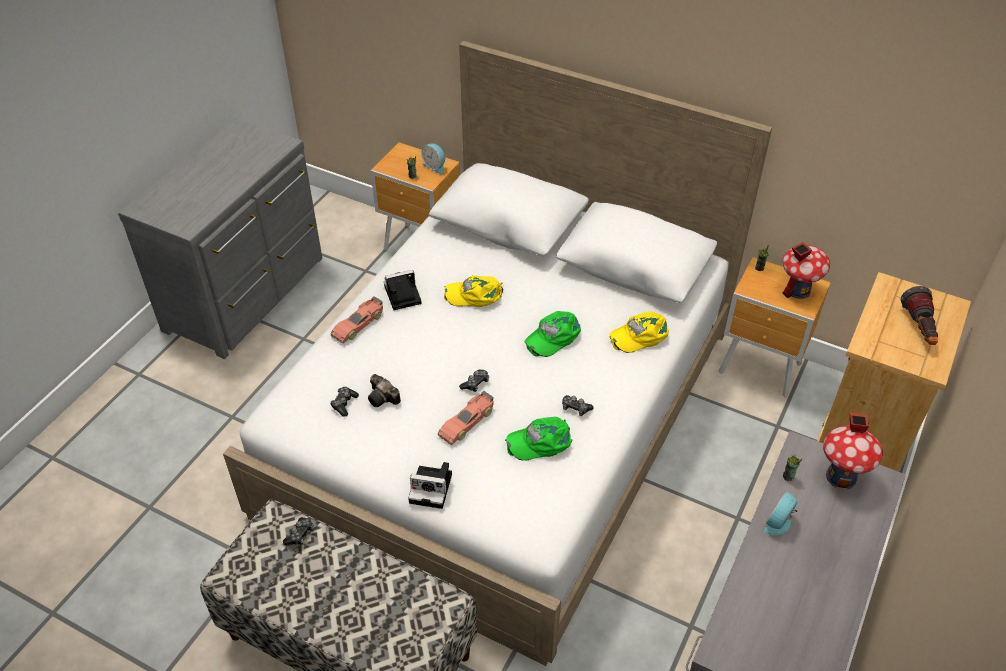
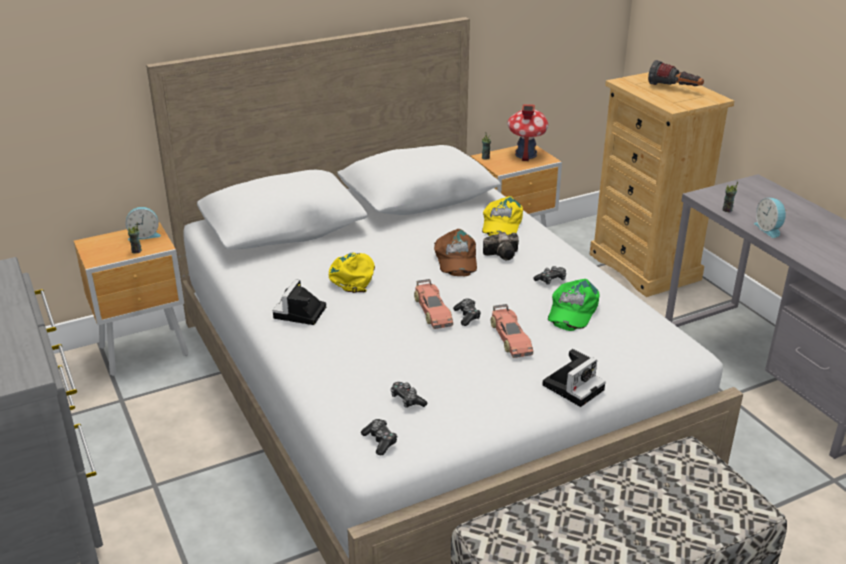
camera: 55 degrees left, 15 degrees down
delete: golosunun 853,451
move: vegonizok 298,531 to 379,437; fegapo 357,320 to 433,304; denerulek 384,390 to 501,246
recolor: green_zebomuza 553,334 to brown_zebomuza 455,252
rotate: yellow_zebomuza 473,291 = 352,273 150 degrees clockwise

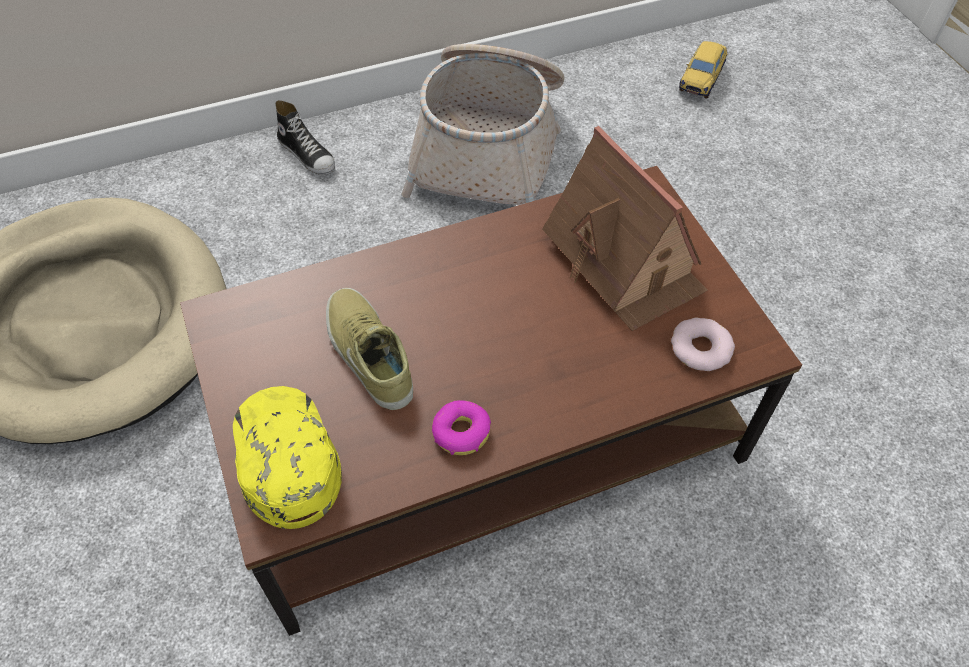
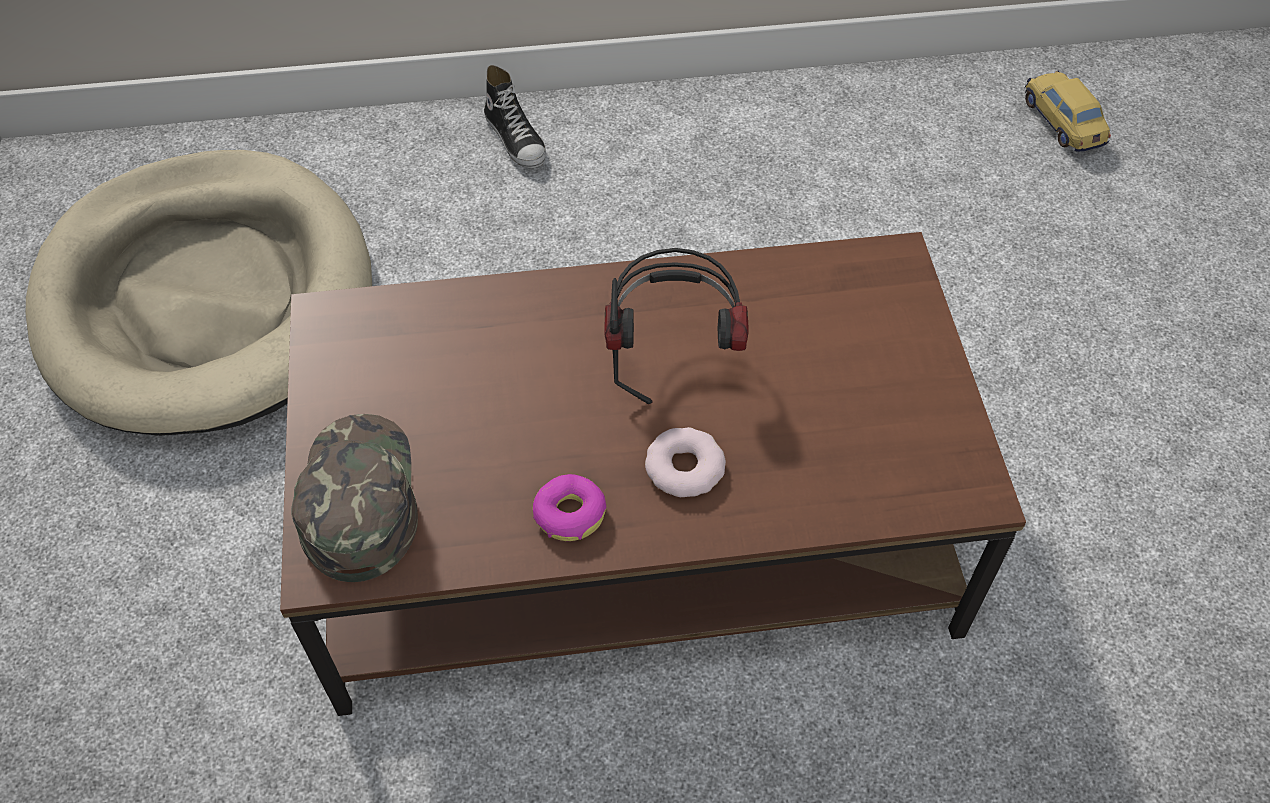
camera: 15 degrees right, 0 degrees up
delete: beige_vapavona 369,349; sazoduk 483,124; golosunun 625,228
insert: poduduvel 676,326
move: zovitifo 703,344 to 685,462
recolor: yellow_zebomuza 287,457 to green_zebomuza 354,498
rotate: fegapo 703,69 = 1067,111 120 degrees clockwise

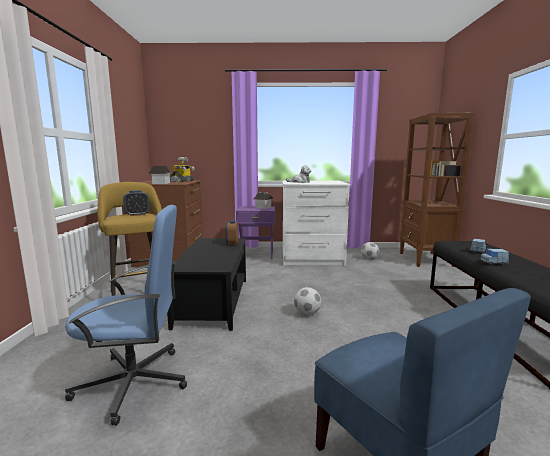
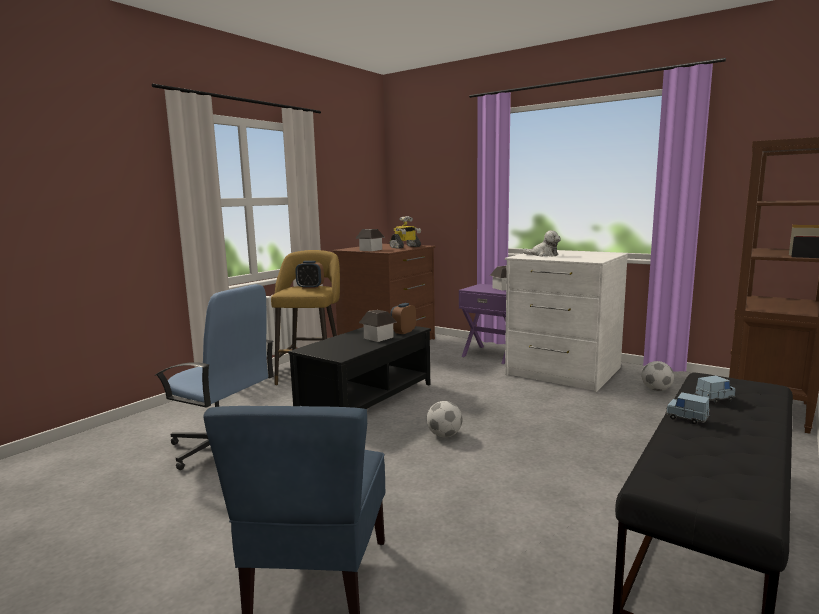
camera: 35 degrees right, 0 degrees up
insert: golosunun 378,326

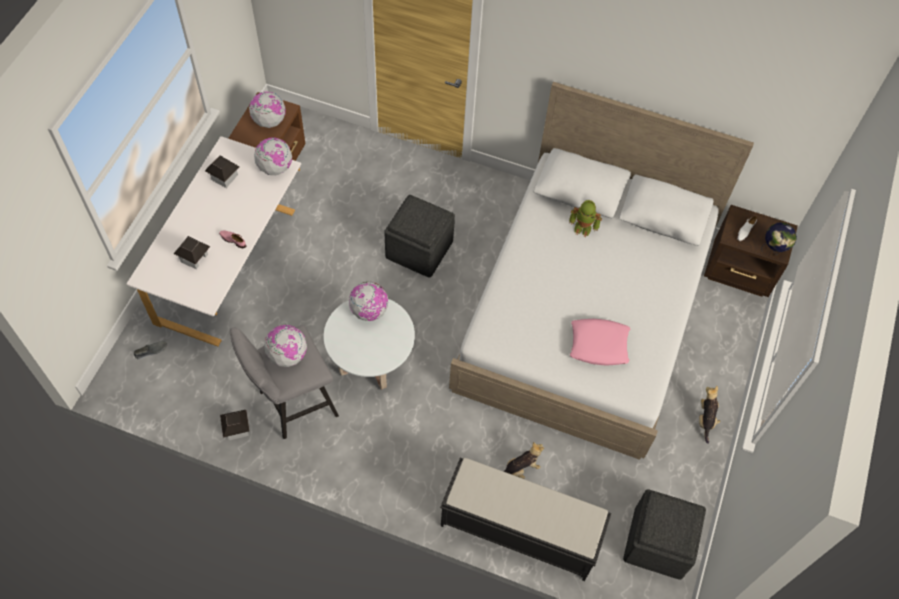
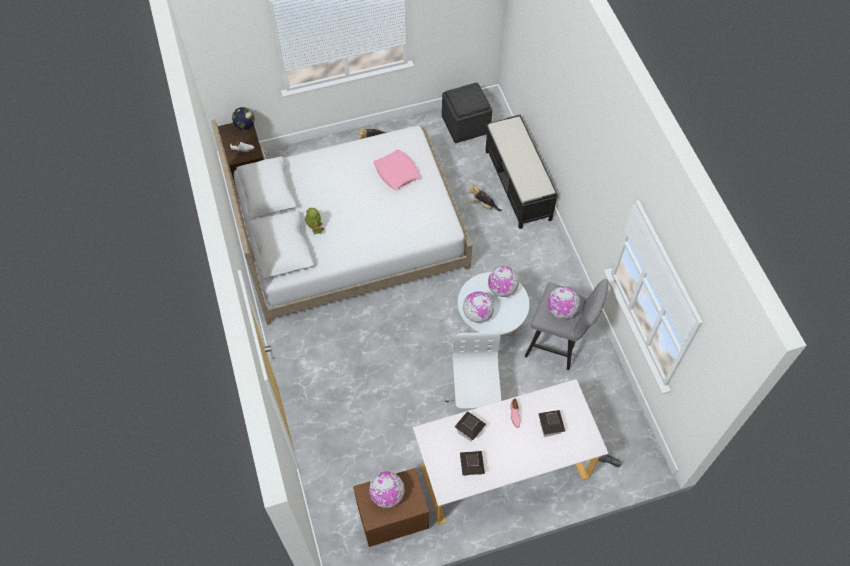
camera: 125 degrees left, 0 degrees up
delete: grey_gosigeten 419,236
insert: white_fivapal 473,371
move: golosunun 235,424 to 470,426; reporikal 273,156 to 503,281

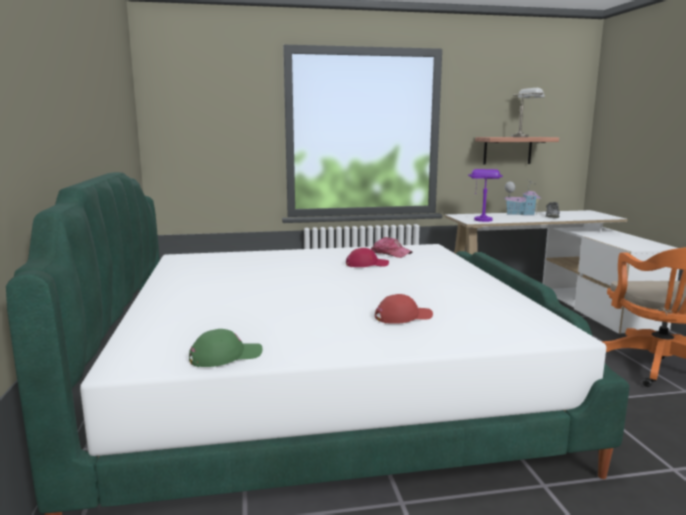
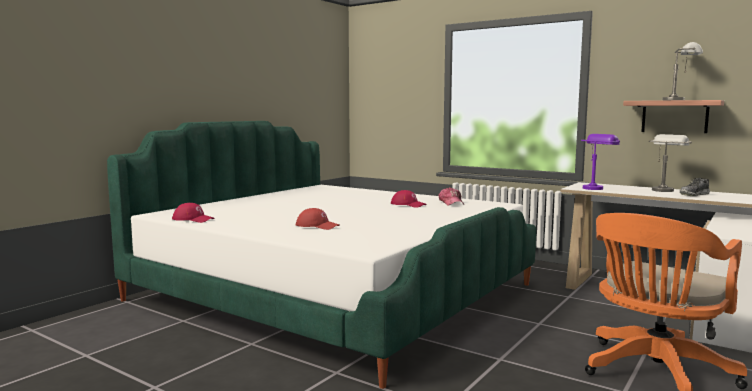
camera: 45 degrees right, 5 degrees down
replace: golosunun 522,197 to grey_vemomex 670,163
recolor: green_zebomuza 226,348 to red_zebomuza 193,213

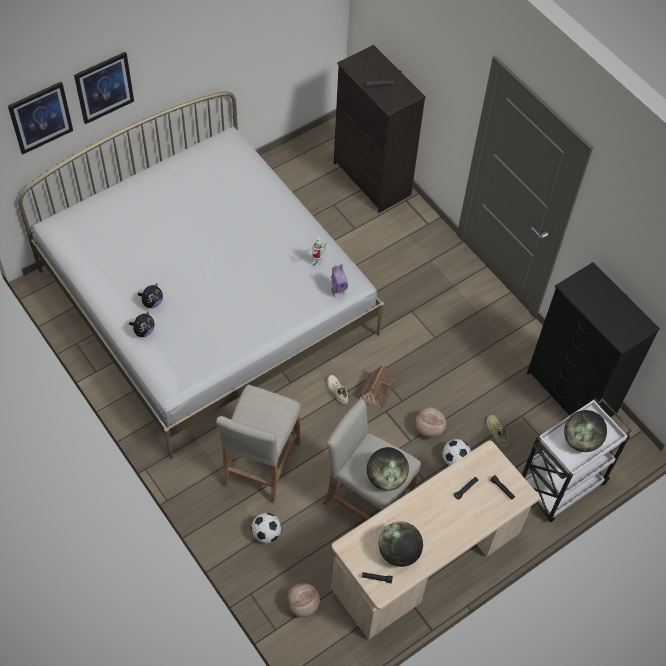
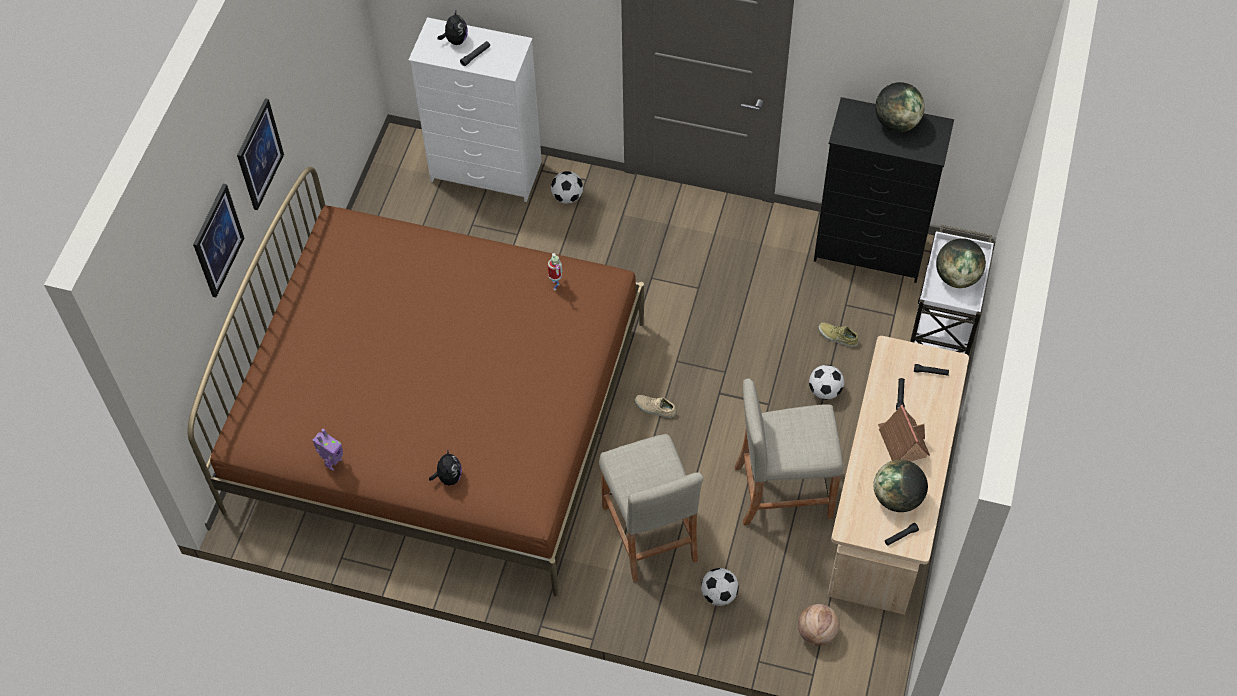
camera: 35 degrees left, 0 degrees up
delete: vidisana 430,422
insert: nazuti 567,187
move: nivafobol 40,118 to 260,154; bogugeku 150,295 to 452,28; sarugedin 339,280 to 328,450; golosunun 375,386 to 904,433; reporikal 388,469 to 900,107
recolor: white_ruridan 201,275 to brown_ruridan 415,381; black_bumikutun 380,129 to white_bumikutun 475,109

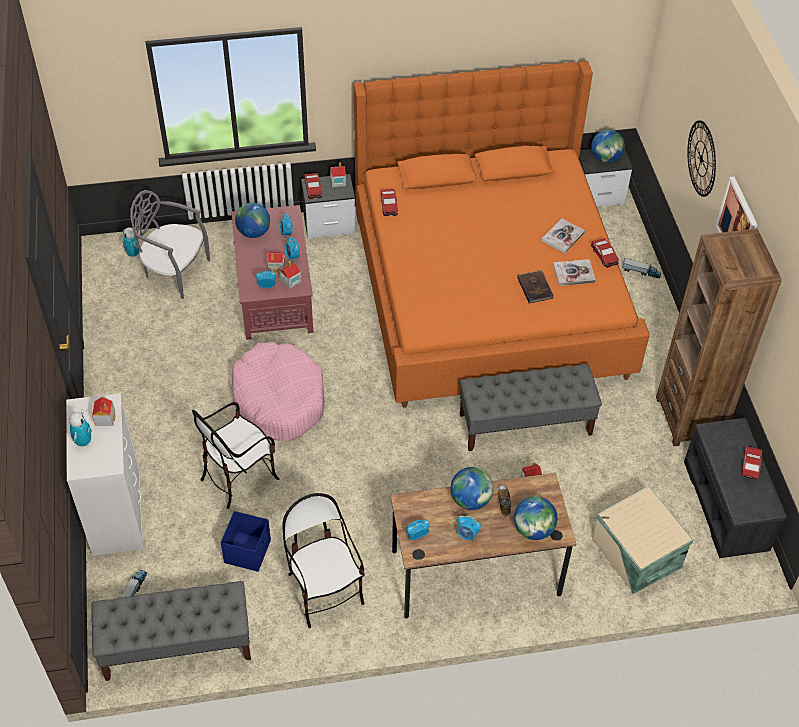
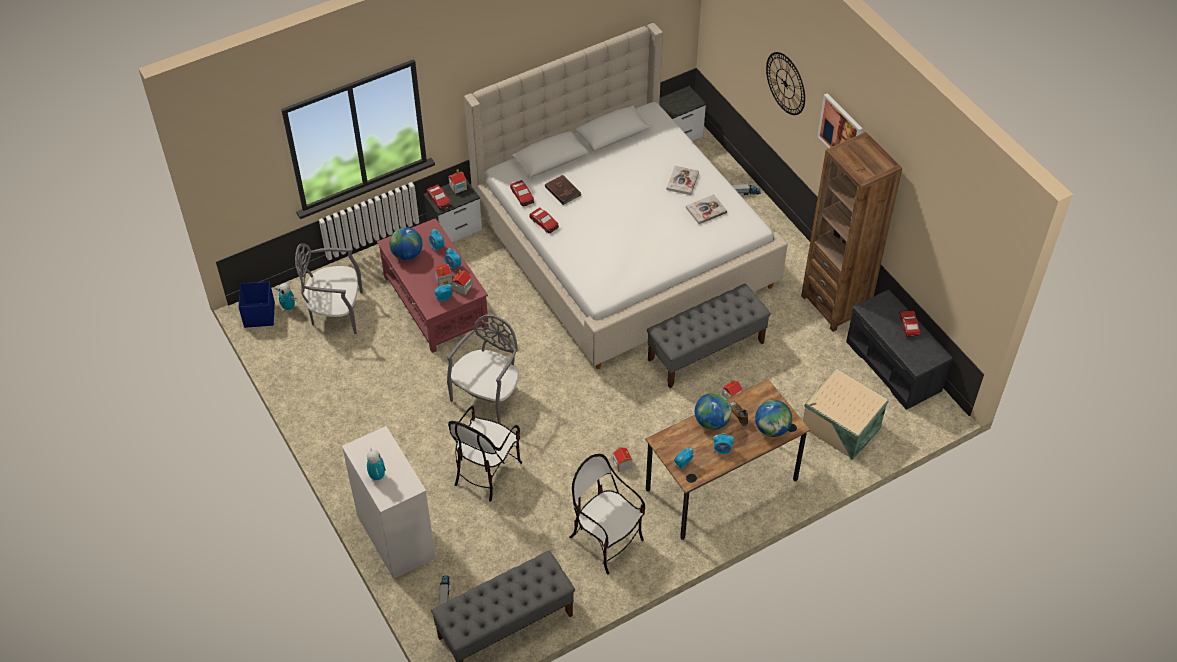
camera: 20 degrees left, 0 degrees up
delete: reporikal 608,146
move: golosunun 104,411 to 622,459; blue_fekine 246,541 to 257,305; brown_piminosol 535,286 to 563,190; fegapo 605,253 to 544,220
replace: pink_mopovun 278,391 to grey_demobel 483,369
recolor: orange_ruridan 502,234 to beige_ruridan 626,196

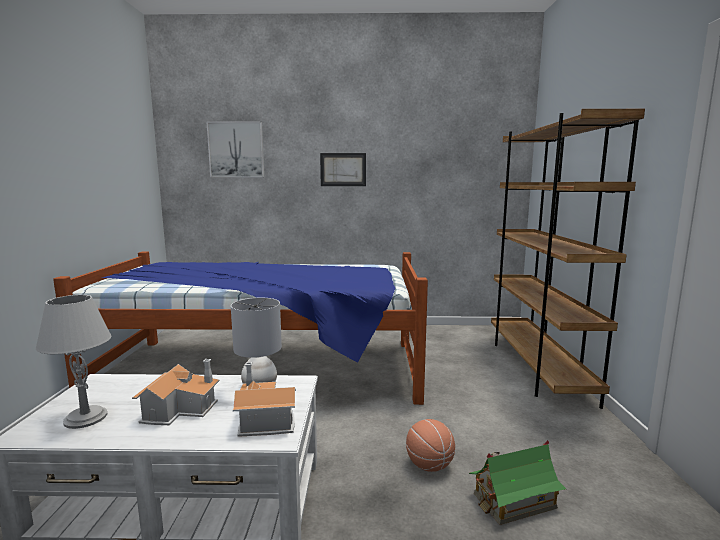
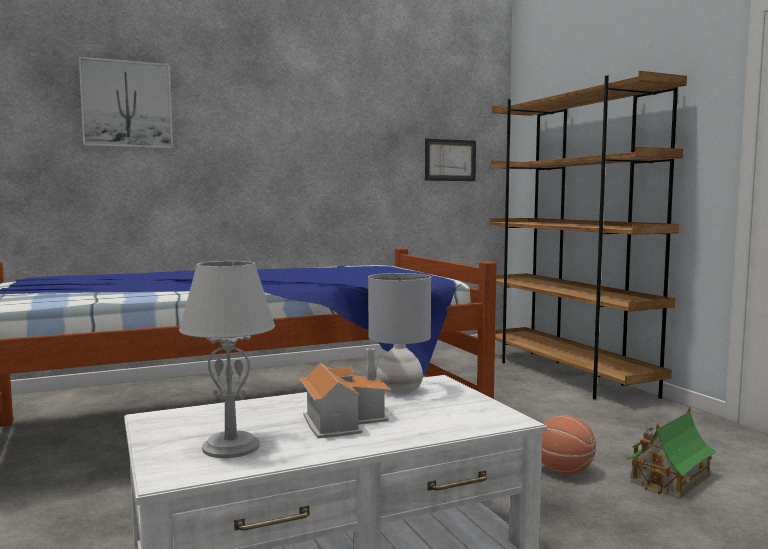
camera: 25 degrees left, 5 degrees down
delete: golosunun 264,399
move: nivafobol 343,169 to 450,160

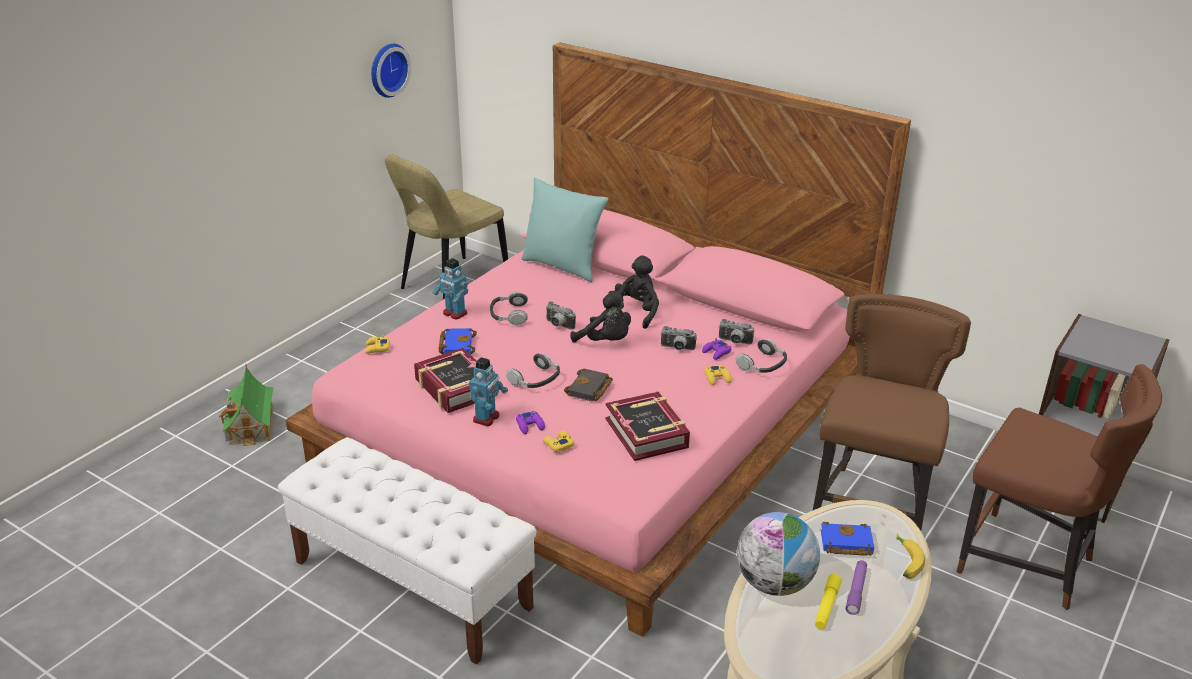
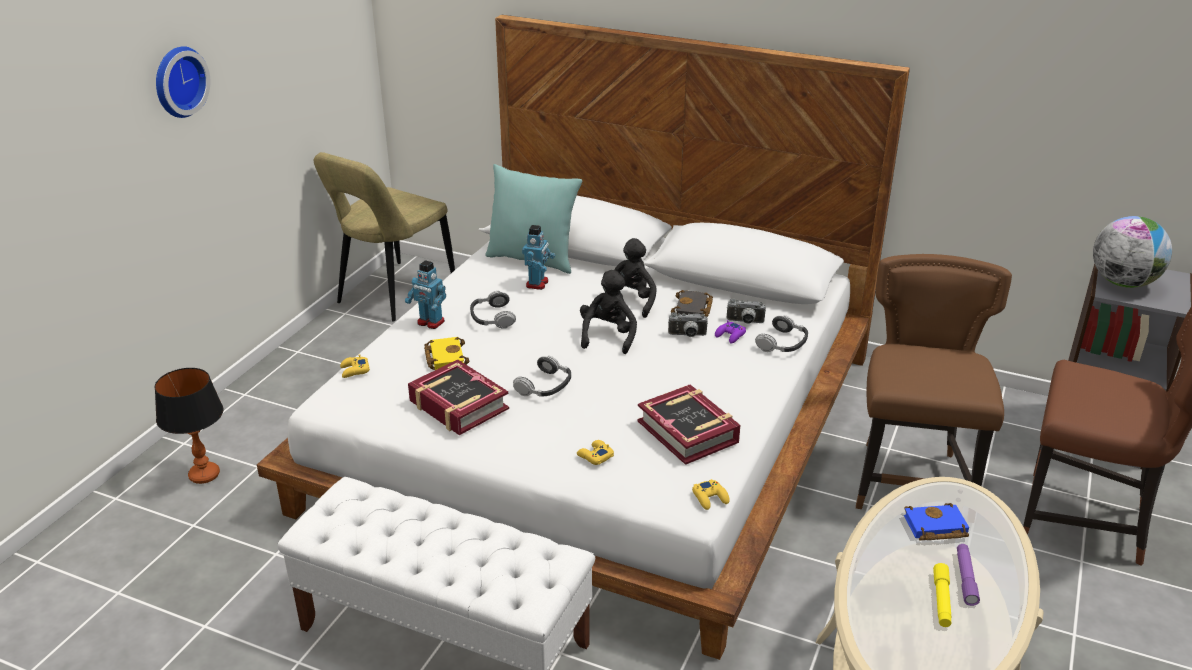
camera: 10 degrees left, 0 degrees up
delete: purple_vegonizok 530,422; denerulek 561,315; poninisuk 910,556
move: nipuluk 391,71 to 183,82; sarugedin 488,391 to 539,257; black_piminosol 588,385 to 692,303; yellow_vegonizok 718,375 to 711,494; reporikal 778,554 to 1132,252
replace: golosunun 247,405 to vemomex 188,426
recolor: pink_ruridan 598,339 to white_ruridan 583,337; blue_piminosol 458,341 to yellow_piminosol 447,353
rotate: black_bogugeku 600,316 = 608,312 105 degrees counterclockwise

